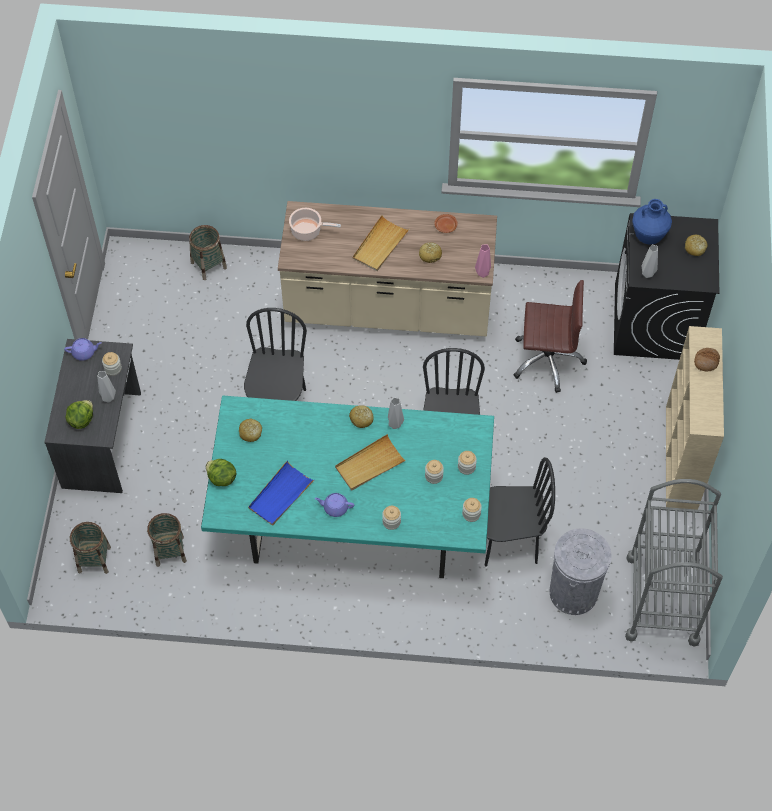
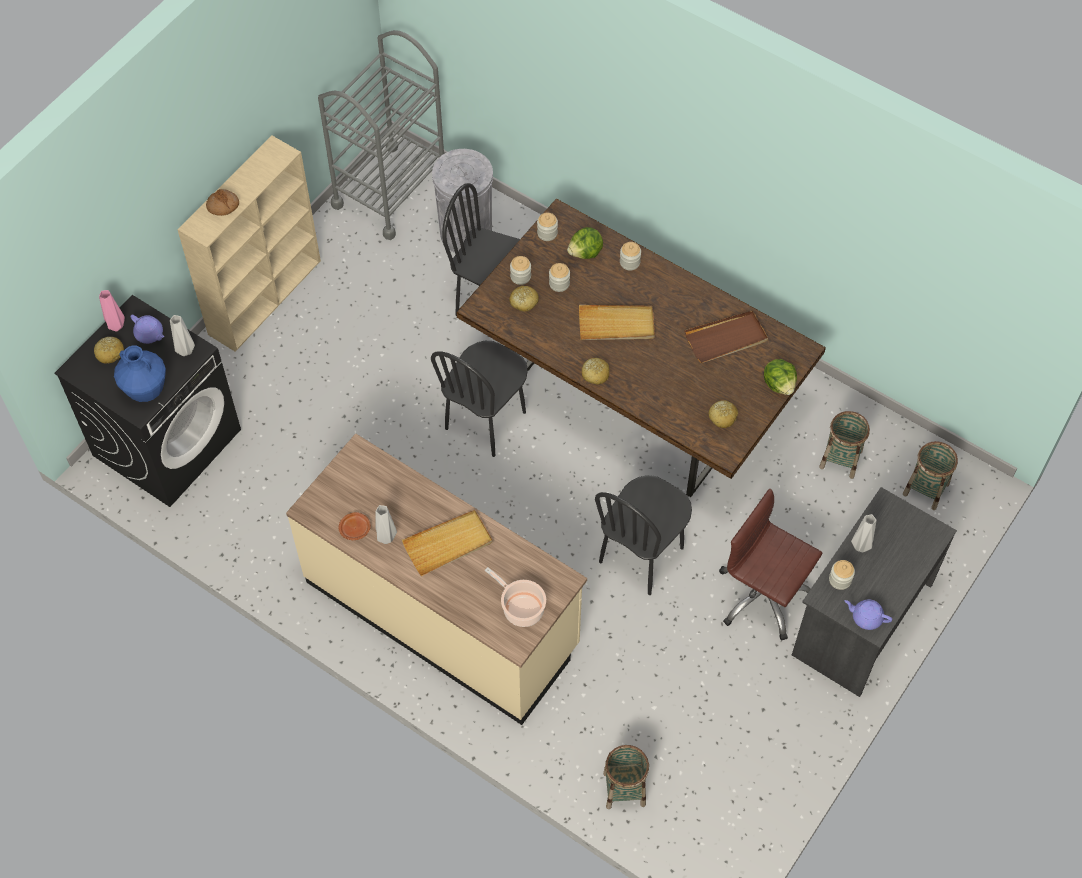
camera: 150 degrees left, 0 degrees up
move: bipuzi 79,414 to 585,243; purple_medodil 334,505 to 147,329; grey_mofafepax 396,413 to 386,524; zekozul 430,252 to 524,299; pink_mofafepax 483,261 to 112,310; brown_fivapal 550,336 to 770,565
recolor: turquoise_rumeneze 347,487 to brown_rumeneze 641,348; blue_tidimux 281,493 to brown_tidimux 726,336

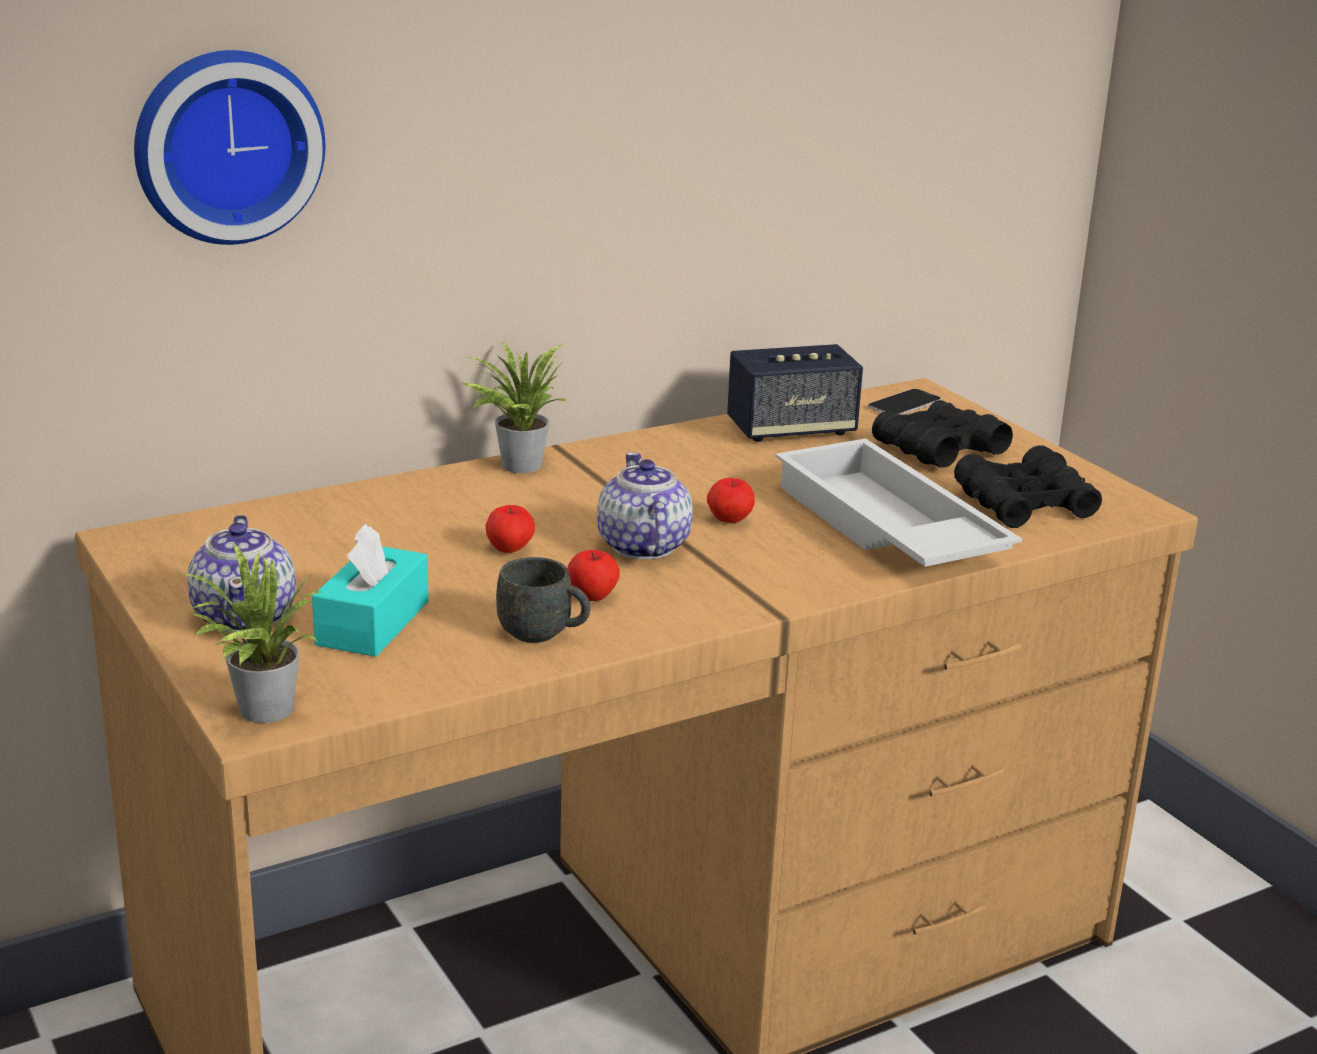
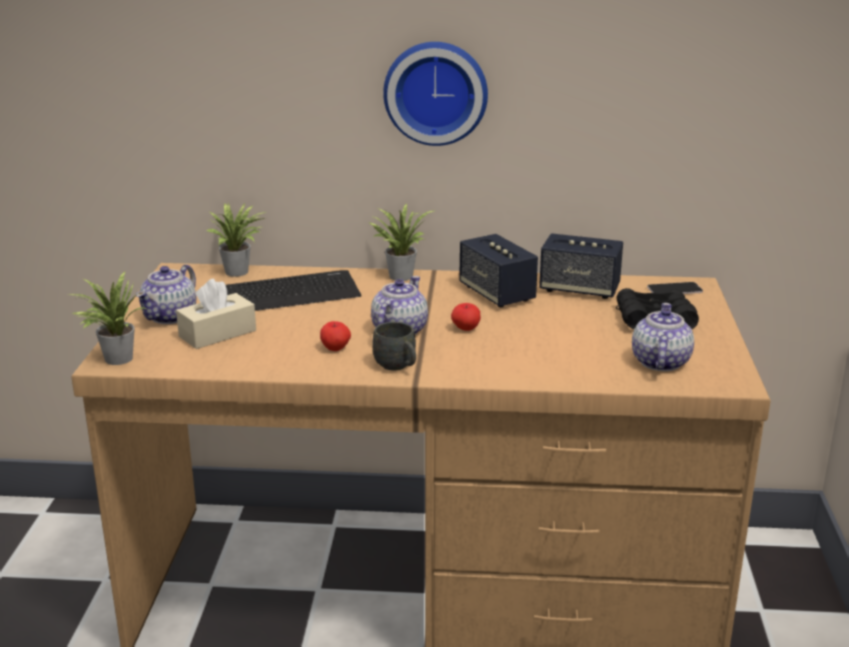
camera: 35 degrees right, 0 degrees up
delete: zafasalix 510,529; white_tidimux 898,502
insert: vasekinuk 236,240; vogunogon 293,290; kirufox 498,270
move: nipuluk 229,147 to 435,94; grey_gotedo 543,600 to 394,346
replace: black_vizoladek 1028,486 to medodil 663,337
recolor: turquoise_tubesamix 370,590 to beige_tubesamix 216,313

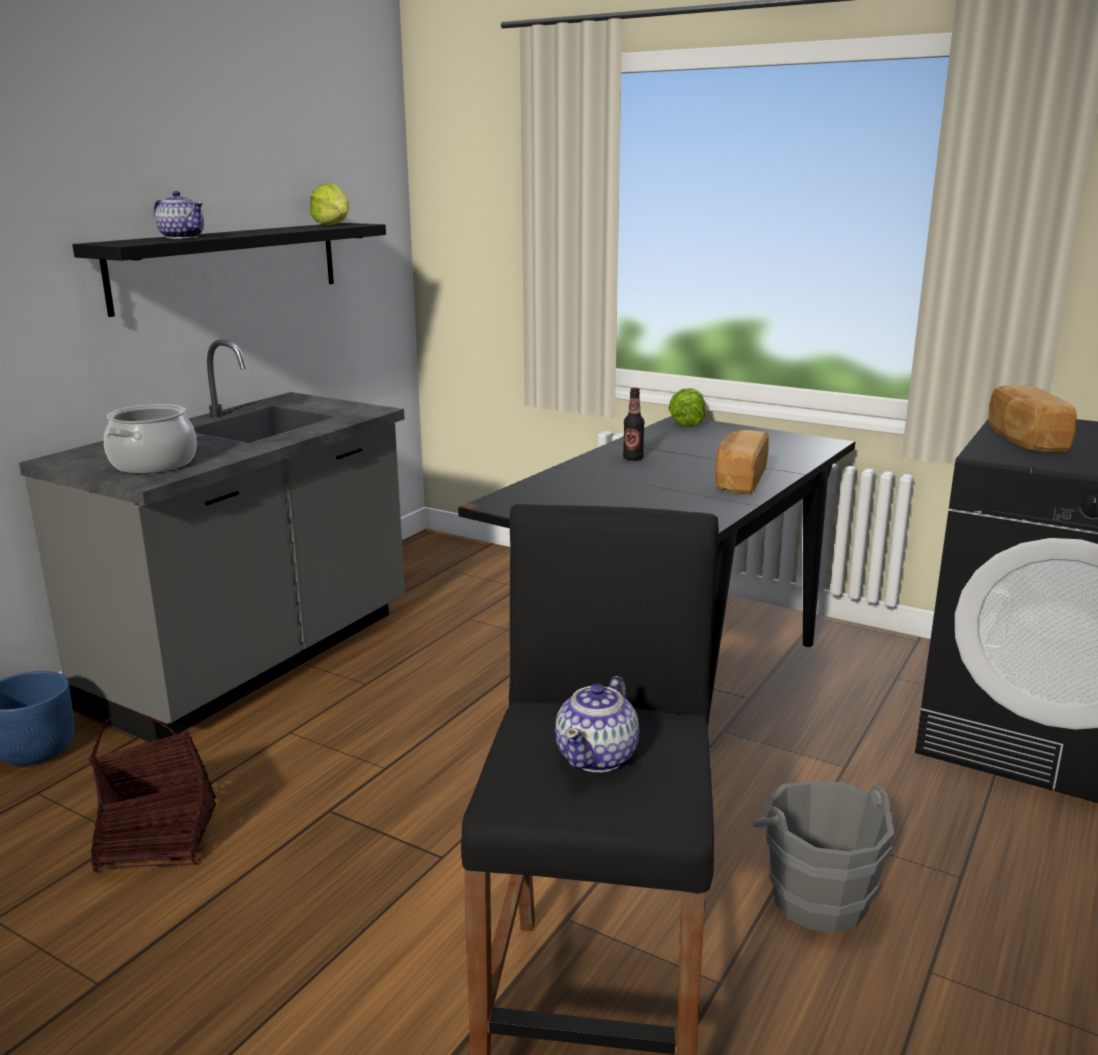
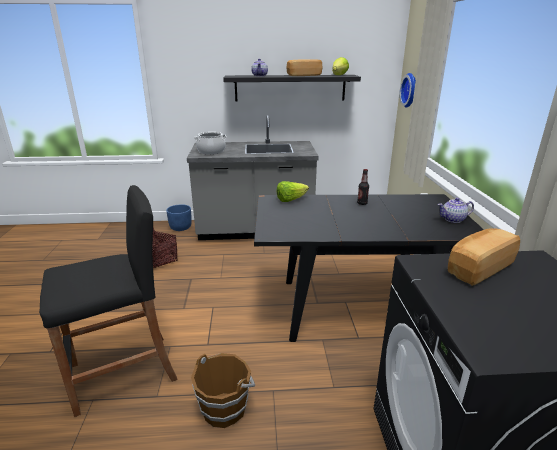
camera: 55 degrees right, 5 degrees up
insert: nipuluk 408,90
move: medodil 597,724 to 456,210; bipuzi 686,407 to 293,191; zekozul 742,462 to 304,67
recolor: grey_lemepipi 823,857 to brown_lemepipi 223,390

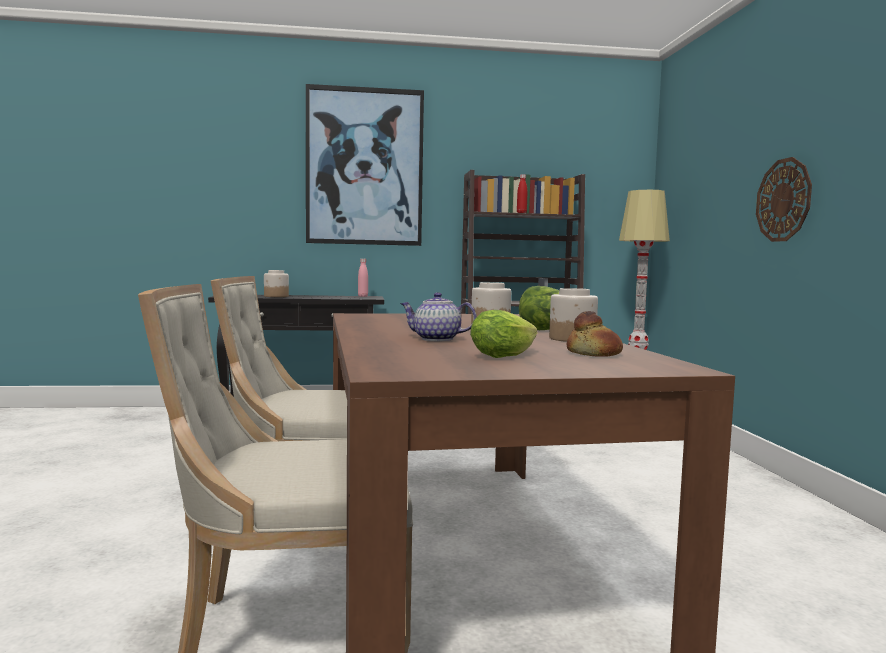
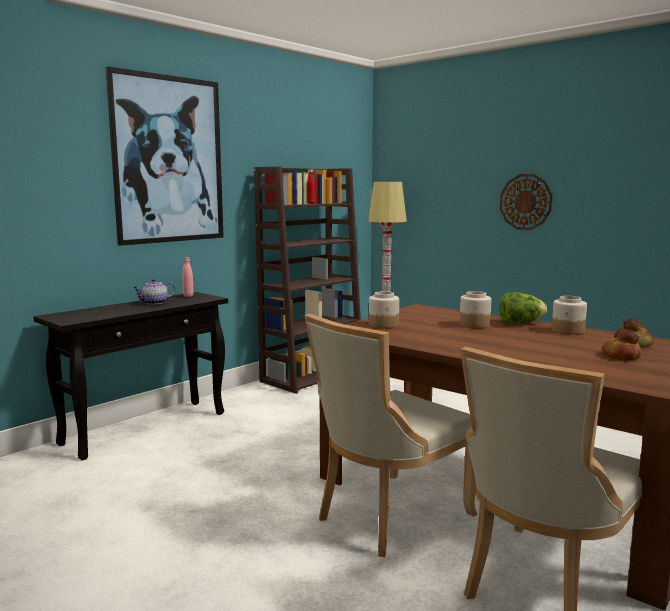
camera: 40 degrees left, 5 degrees up
move: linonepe 276,283 to 384,309; medodil 438,316 to 154,292
replace: bipuzi 504,334 to zekozul 621,345

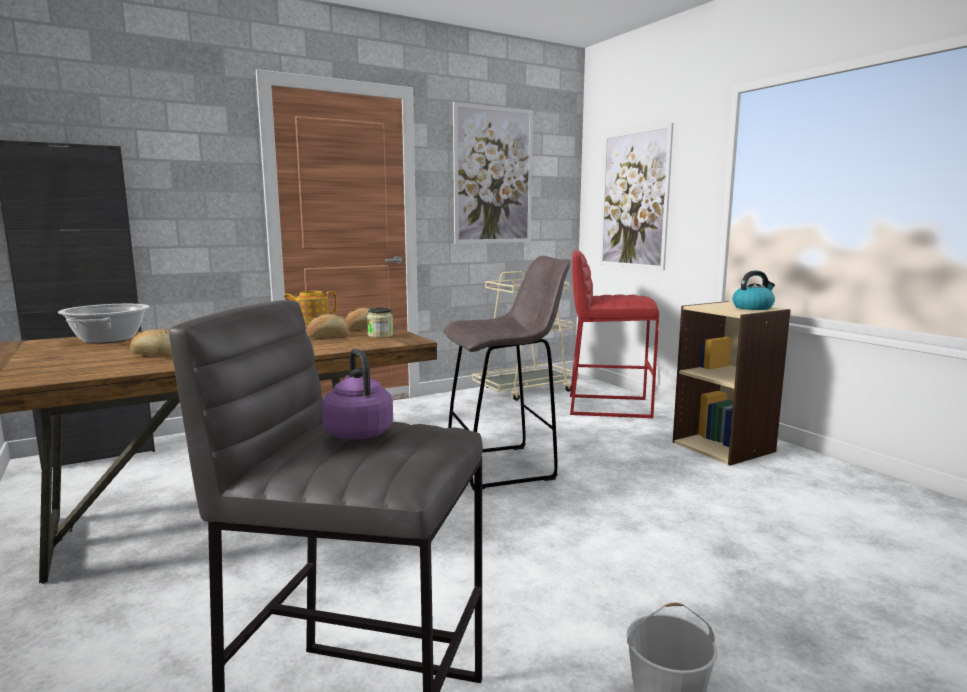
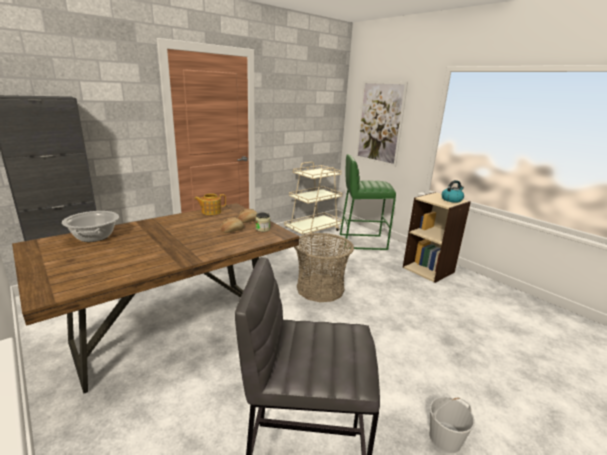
camera: 10 degrees left, 10 degrees up
delete: zekozul 151,343; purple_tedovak 357,393; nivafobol 493,173
replace: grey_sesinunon 506,373 to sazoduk 324,267
recolor: red_sesinunon 614,334 to green_sesinunon 368,202

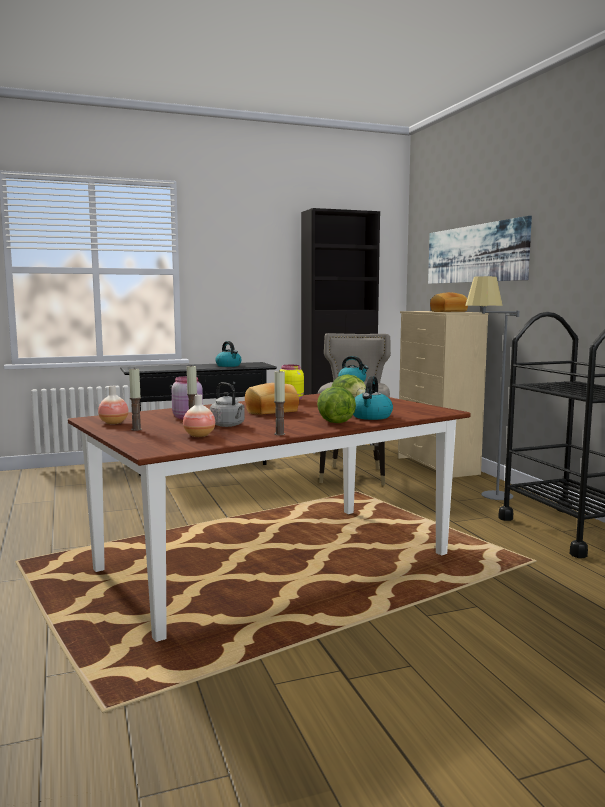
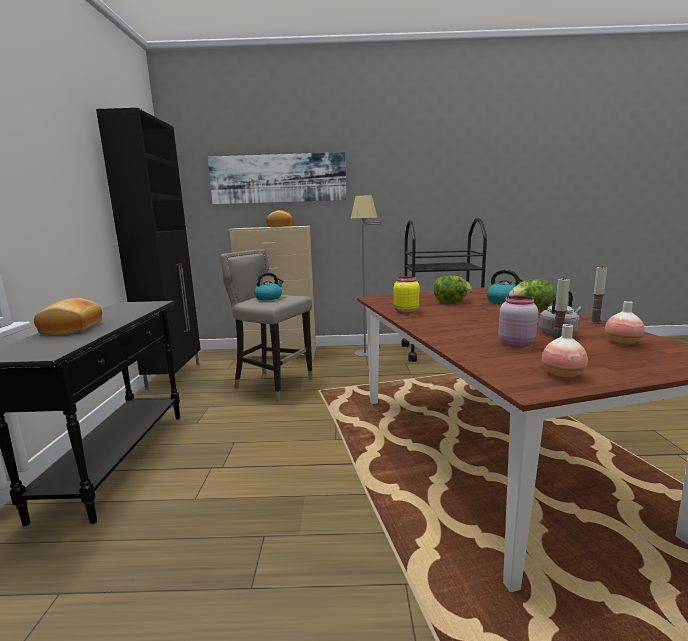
camera: 70 degrees left, 5 degrees up
delete: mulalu 135,399; tedovak 228,354
move: zekozul 272,399 to 68,316

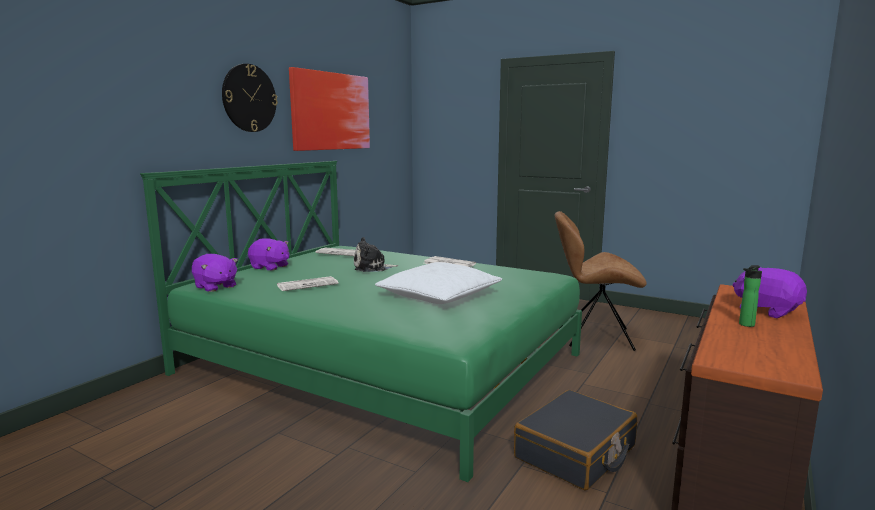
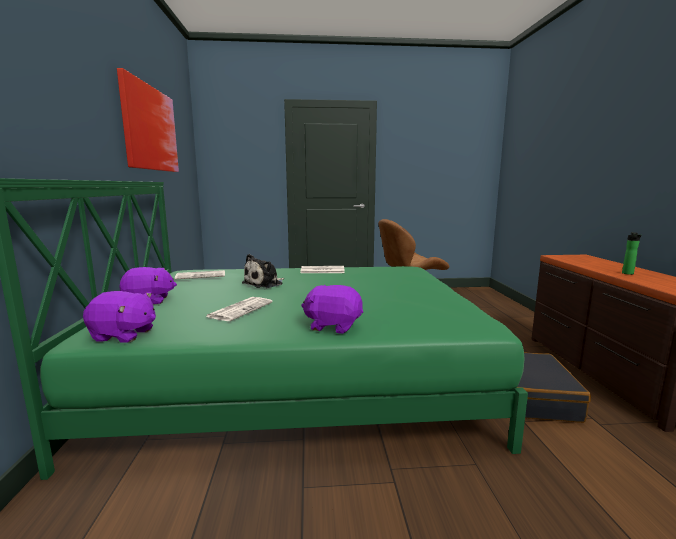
camera: 35 degrees left, 0 degrees up
delete: nipuluk 250,98; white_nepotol 438,283
move: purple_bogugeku 769,292 to 332,309

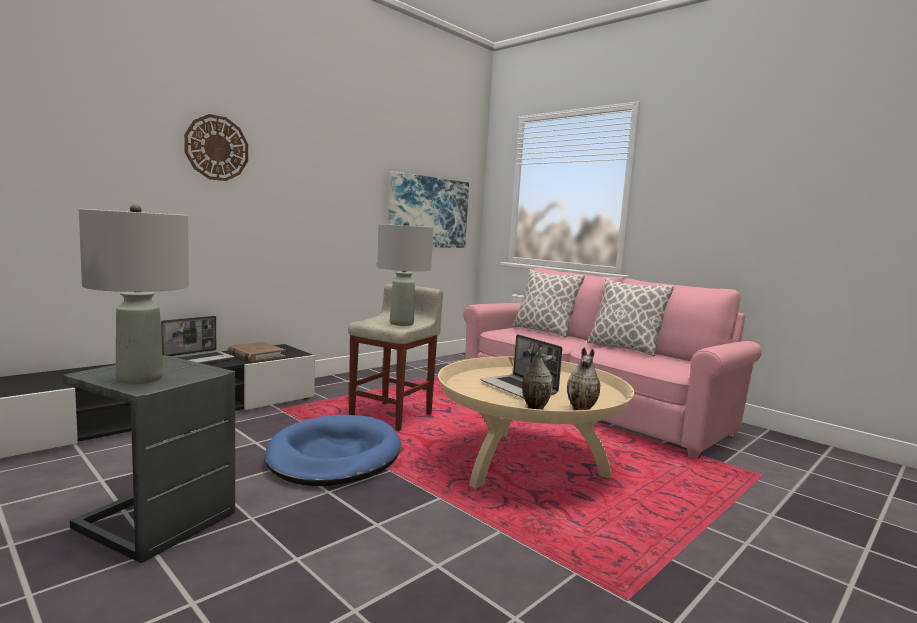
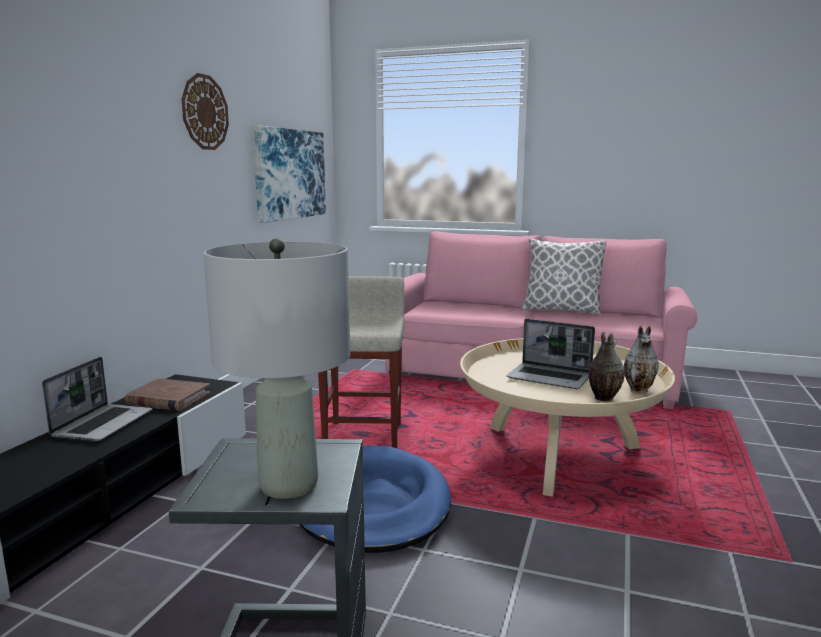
camera: 25 degrees left, 5 degrees up
delete: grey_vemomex 405,273; nepotol 549,303
move: nipuluk 216,147 to 205,111

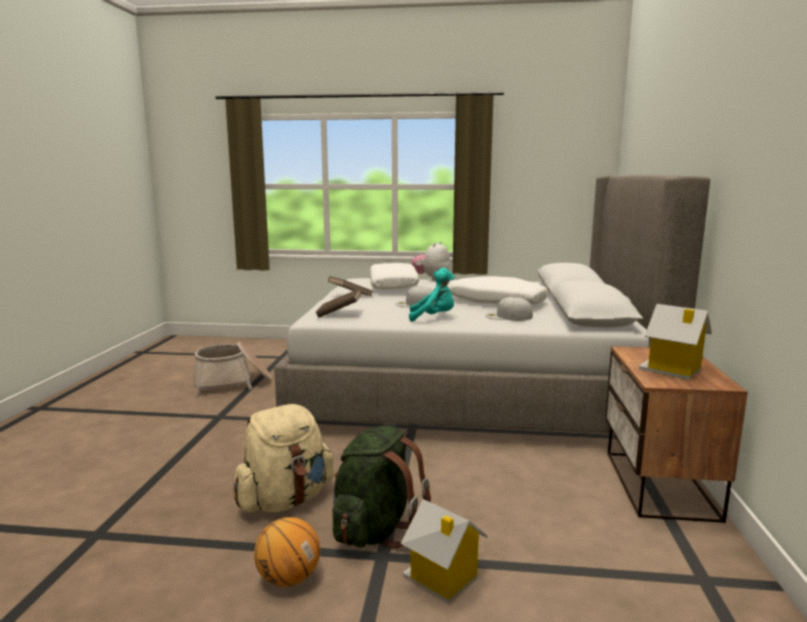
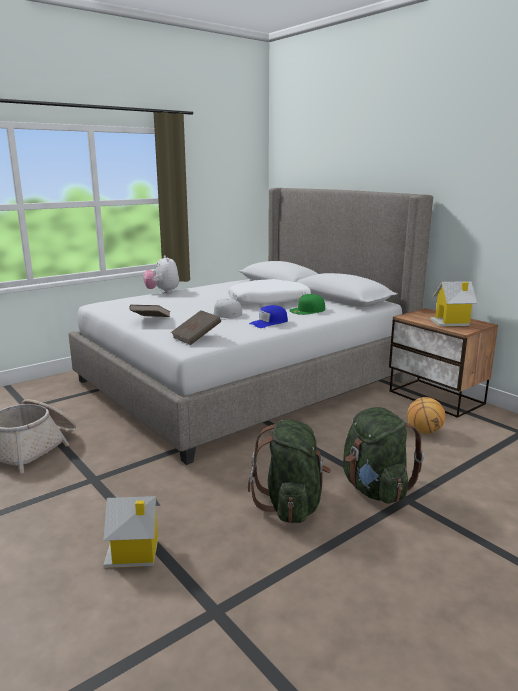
camera: 45 degrees left, 5 degrees up
delete: white_nepotol 394,276
move: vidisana 287,552 to 426,415; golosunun 444,551 to 132,532
replace: turquoise_bogugeku 431,295 to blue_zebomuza 268,316
recolor: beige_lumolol 283,458 to green_lumolol 289,471; white_zebomuza 509,309 to green_zebomuza 307,304

